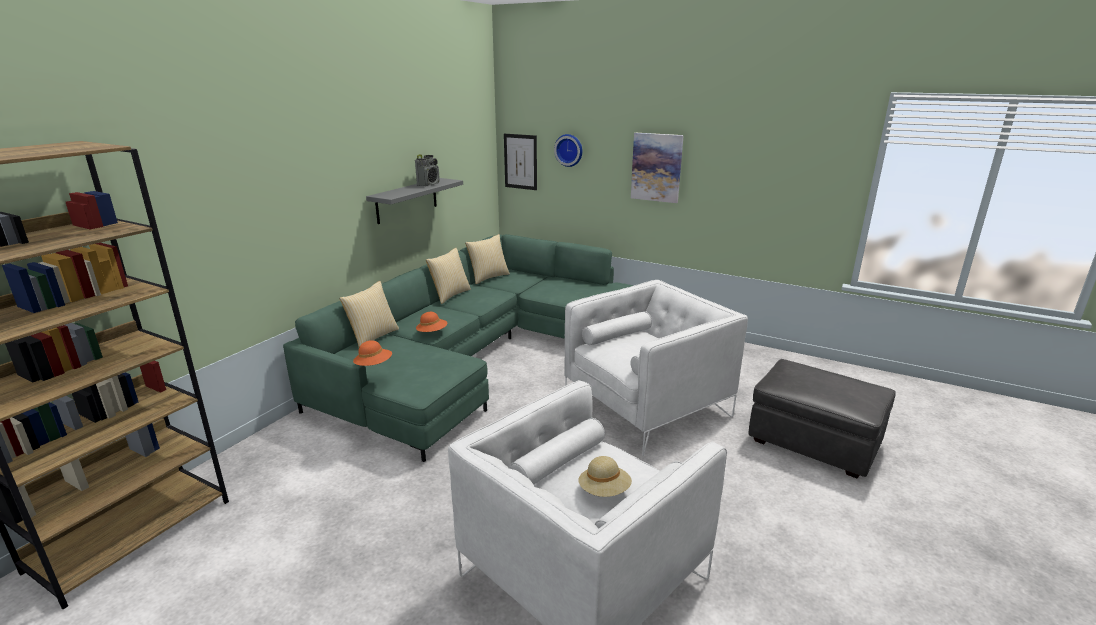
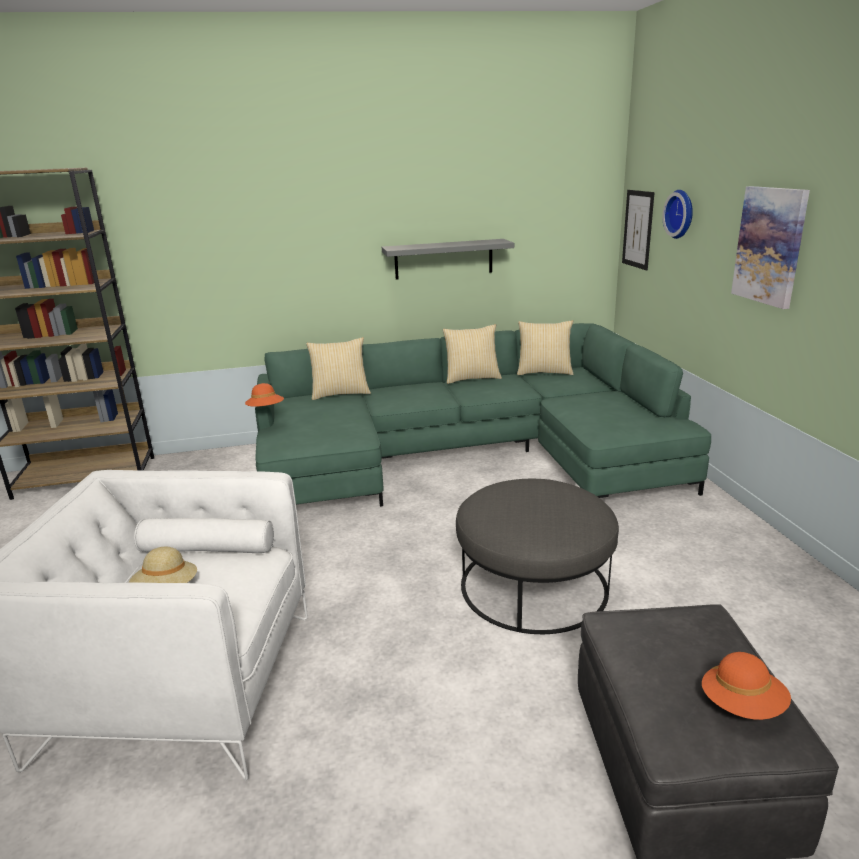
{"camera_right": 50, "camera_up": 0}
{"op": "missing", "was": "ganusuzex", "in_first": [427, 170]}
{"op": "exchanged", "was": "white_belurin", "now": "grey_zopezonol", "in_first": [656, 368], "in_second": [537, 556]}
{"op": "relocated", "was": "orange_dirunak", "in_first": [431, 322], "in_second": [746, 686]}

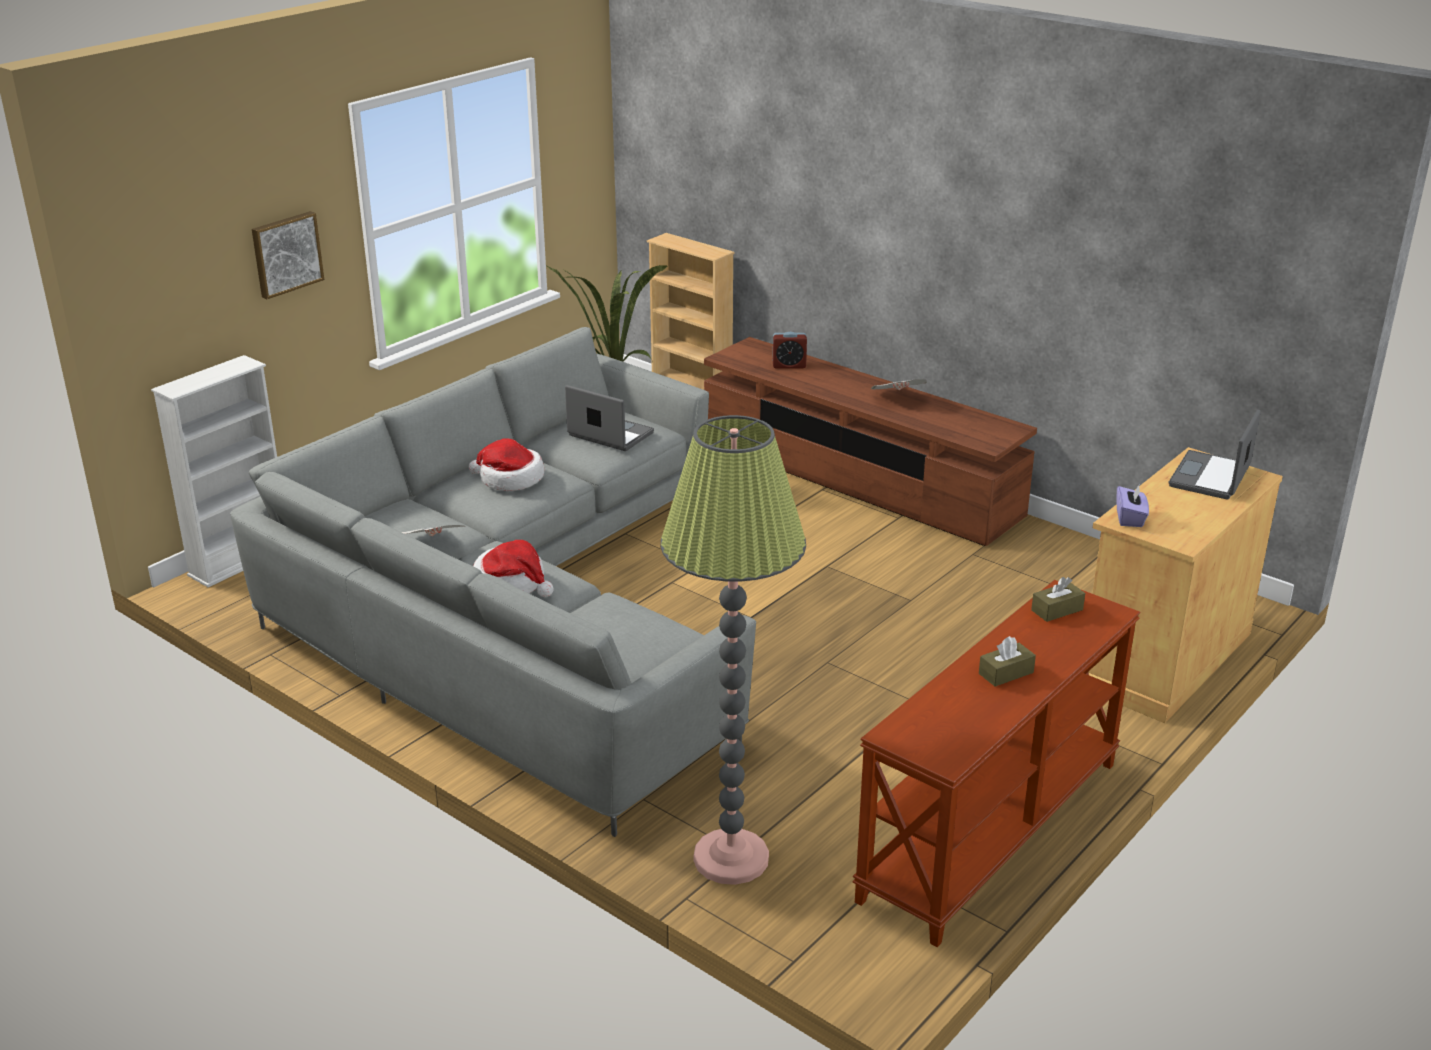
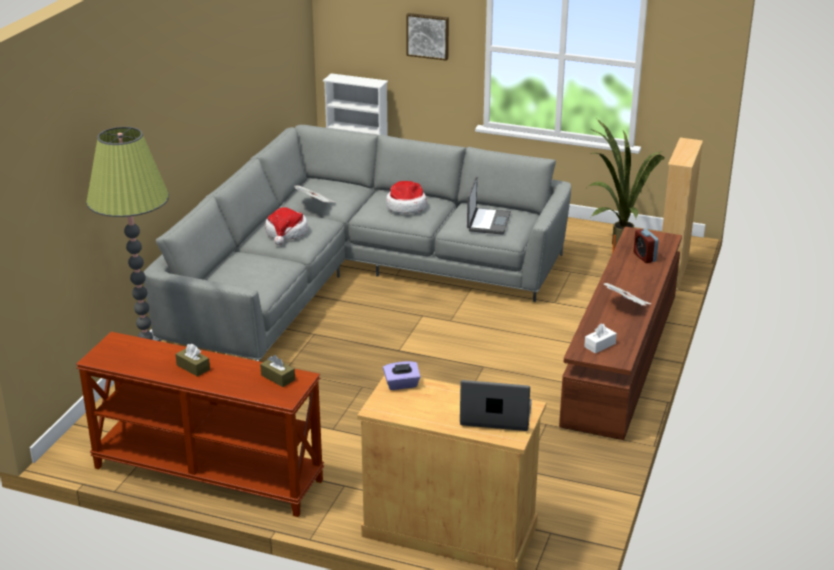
{"camera_right": 70, "camera_up": 0}
{"op": "appeared", "now": "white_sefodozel", "in_second": [600, 338]}

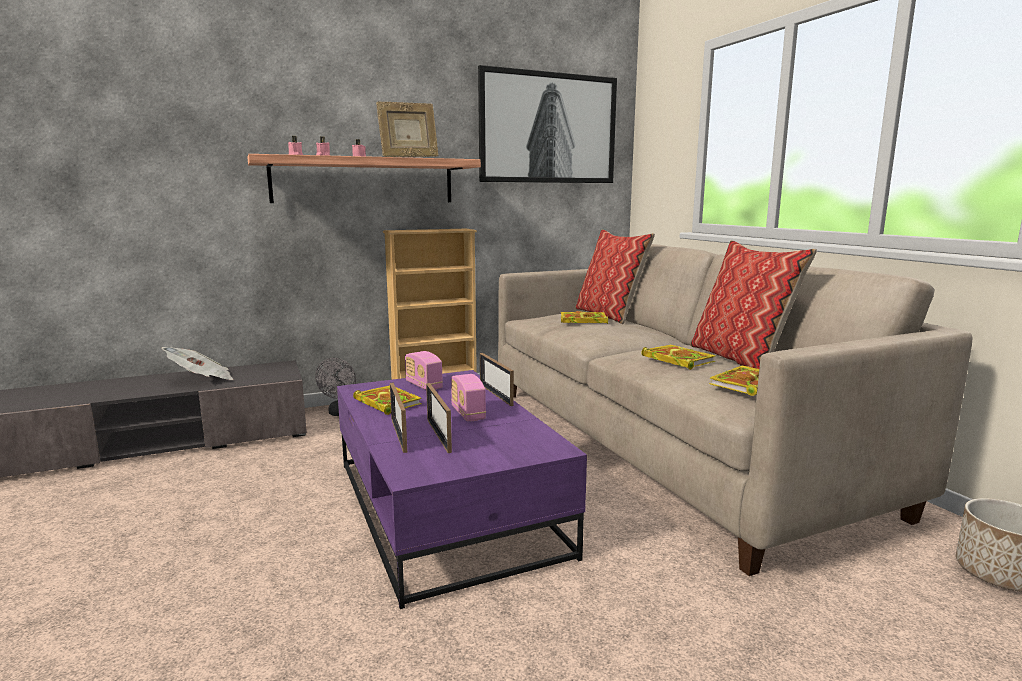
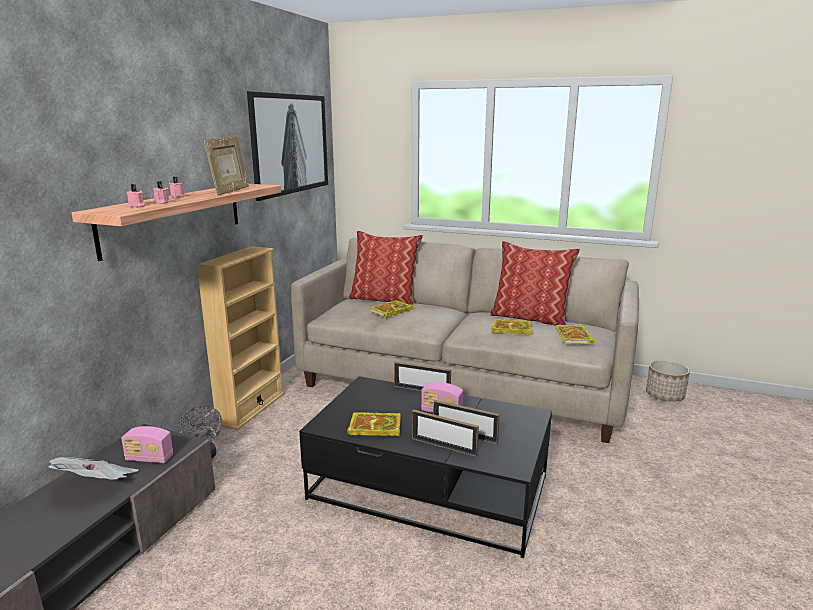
{"camera_right": -45, "camera_up": 5}
{"op": "relocated", "was": "ganusuzex", "in_first": [424, 370], "in_second": [147, 444]}
{"op": "colour", "was": "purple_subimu", "now": "black_subimu", "in_first": [462, 489], "in_second": [425, 467]}

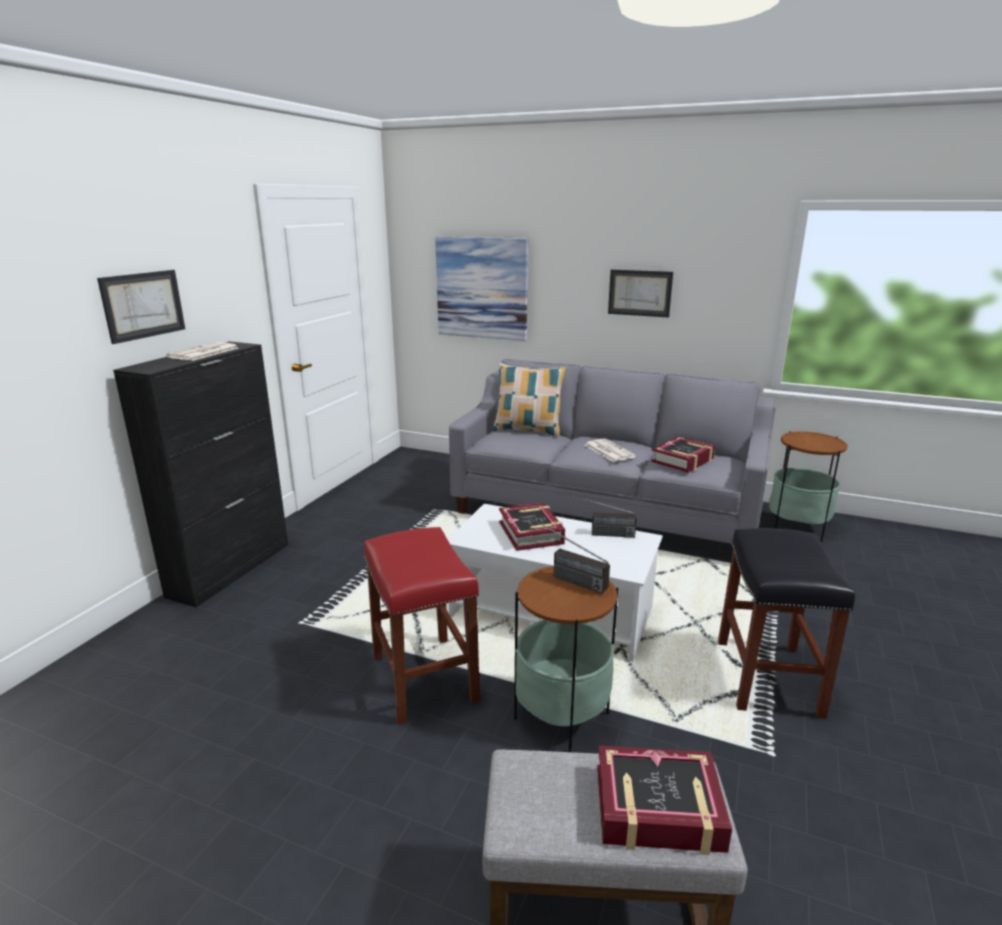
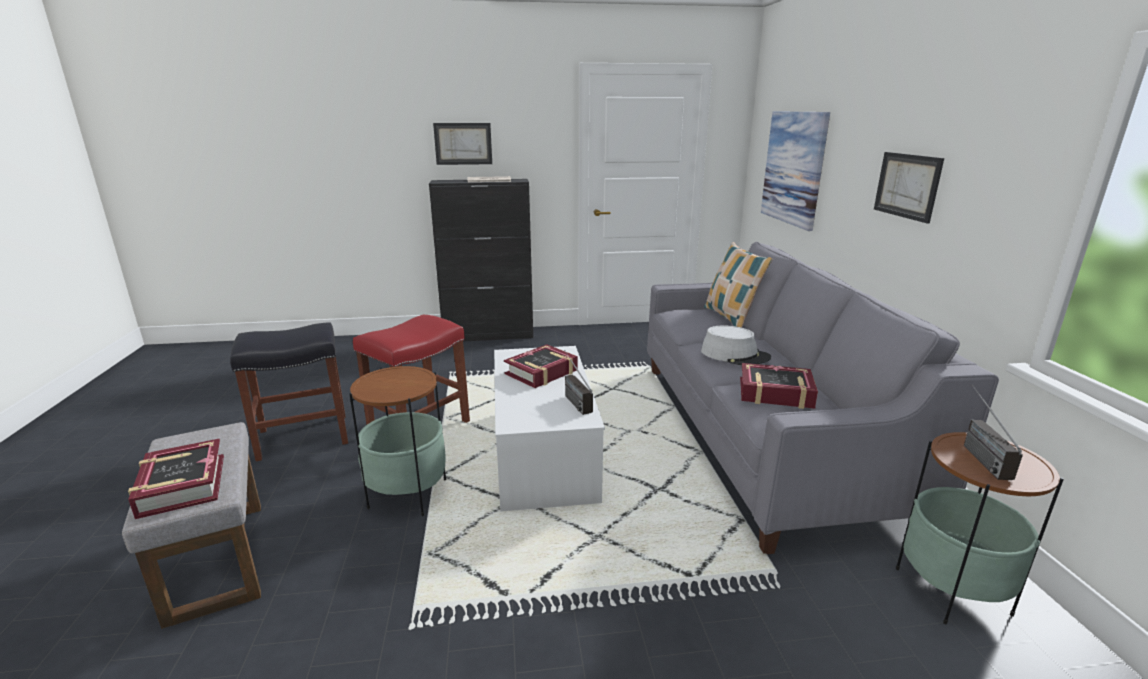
{"camera_right": 60, "camera_up": 0}
{"op": "exchanged", "was": "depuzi", "now": "grey_dirunak", "in_first": [610, 450], "in_second": [736, 345]}
{"op": "relocated", "was": "ganusuzex", "in_first": [572, 557], "in_second": [993, 432]}
{"op": "relocated", "was": "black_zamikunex", "in_first": [786, 623], "in_second": [289, 391]}

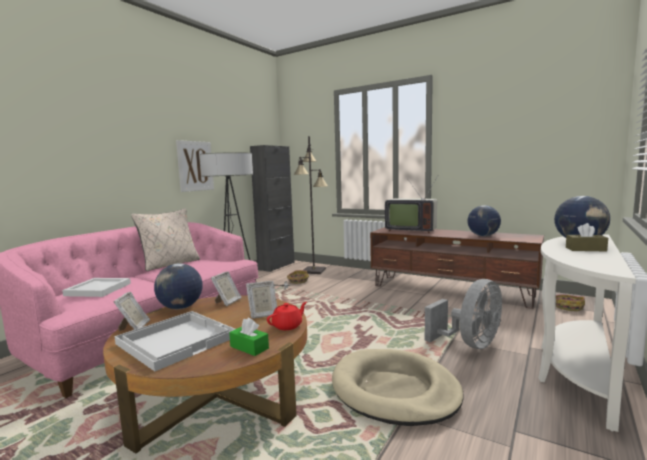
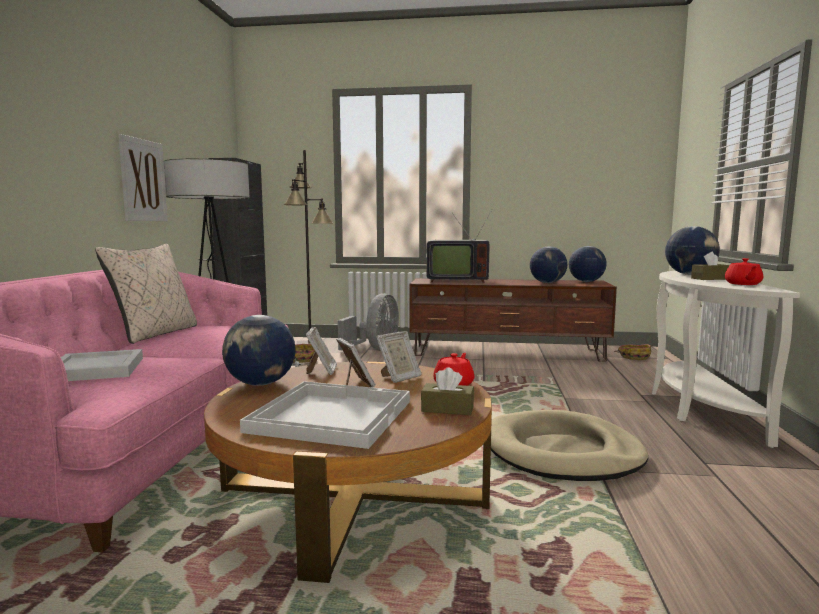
{"camera_right": -25, "camera_up": 0}
{"op": "relocated", "was": "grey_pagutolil", "in_first": [463, 314], "in_second": [368, 322]}
{"op": "relocated", "was": "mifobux", "in_first": [131, 311], "in_second": [356, 362]}
{"op": "colour", "was": "green_sefodozel", "now": "brown_sefodozel", "in_first": [249, 337], "in_second": [447, 391]}
{"op": "appeared", "now": "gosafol", "in_second": [588, 264]}
{"op": "appeared", "now": "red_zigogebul", "in_second": [744, 271]}

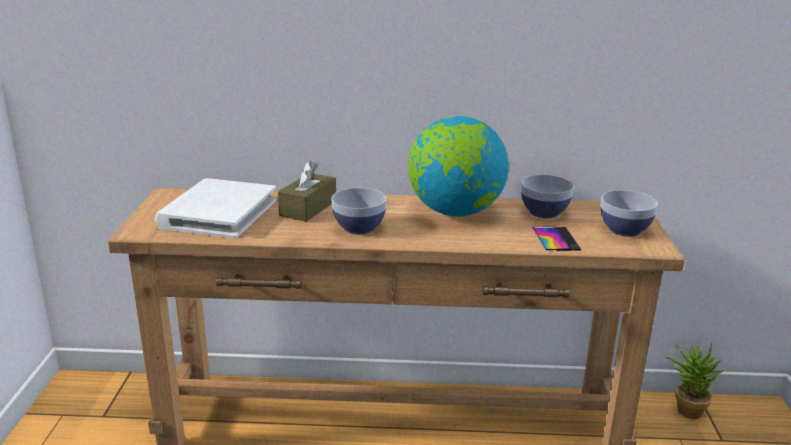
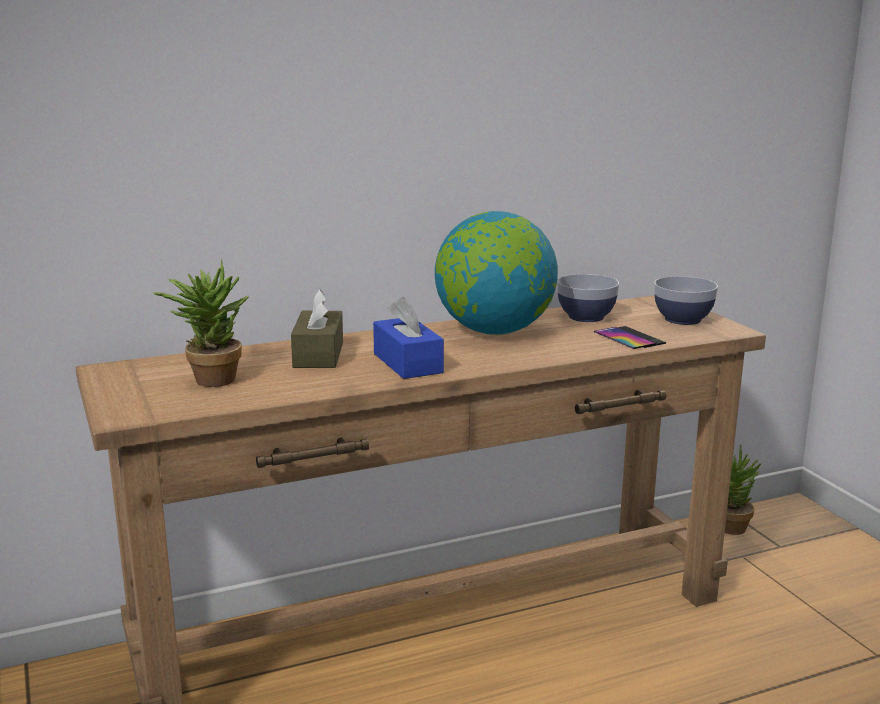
{"camera_right": -25, "camera_up": -5}
{"op": "exchanged", "was": "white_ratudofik", "now": "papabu", "in_first": [216, 208], "in_second": [201, 323]}
{"op": "exchanged", "was": "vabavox", "now": "blue_sefodozel", "in_first": [359, 211], "in_second": [408, 338]}

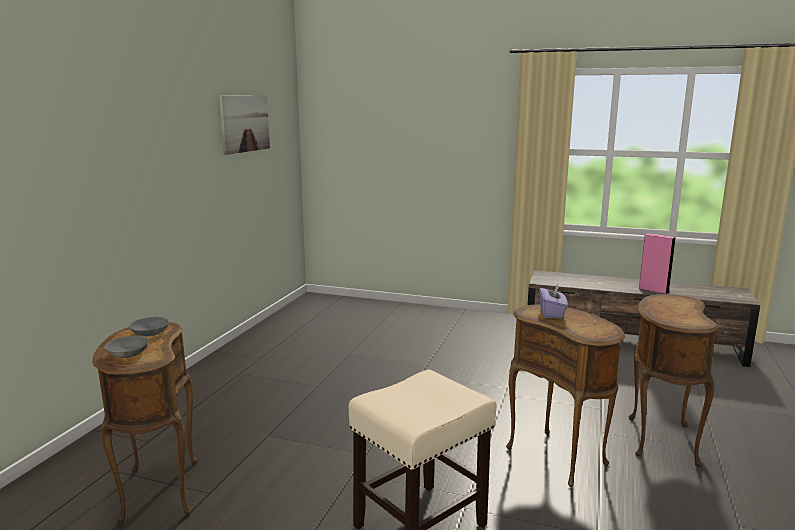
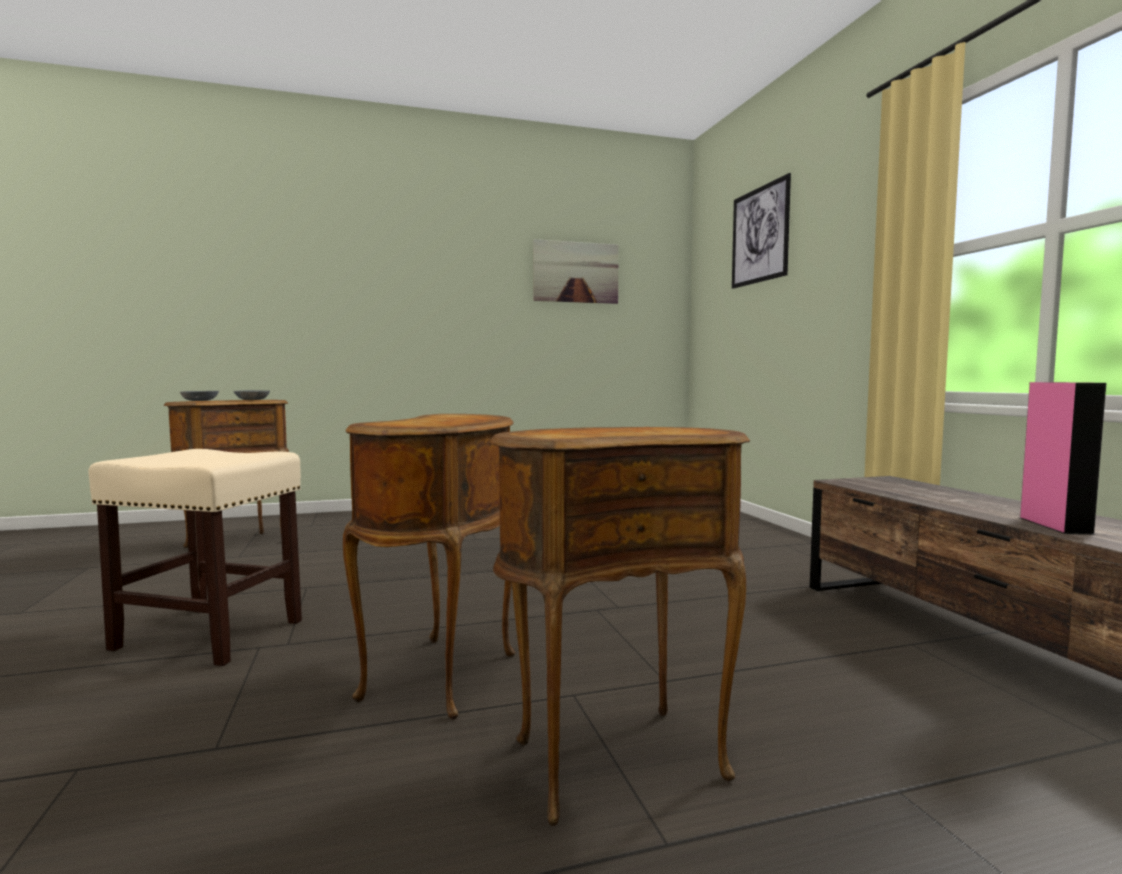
{"camera_right": 55, "camera_up": -10}
{"op": "missing", "was": "purple_sefodozel", "in_first": [554, 301]}
{"op": "appeared", "now": "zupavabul", "in_second": [761, 231]}

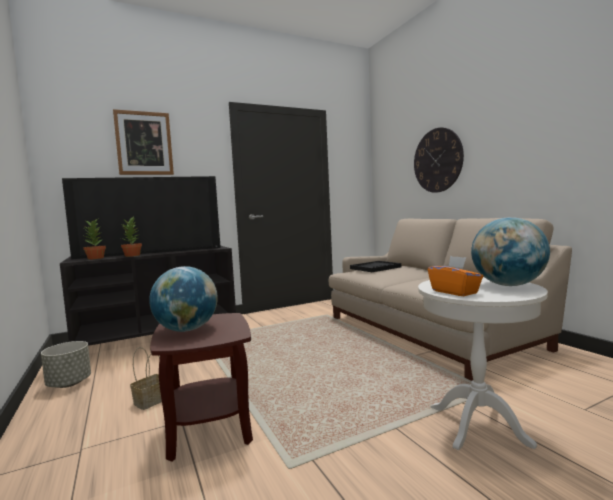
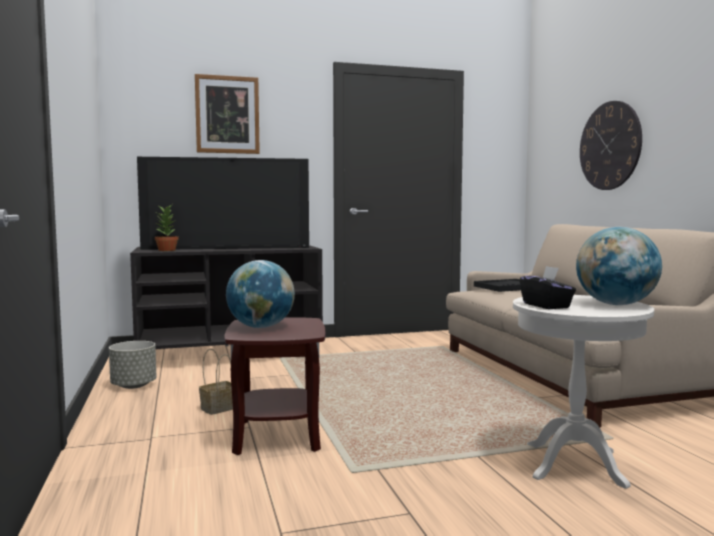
{"camera_right": 10, "camera_up": 0}
{"op": "missing", "was": "papabu", "in_first": [131, 237]}
{"op": "colour", "was": "orange_sefodozel", "now": "black_sefodozel", "in_first": [455, 276], "in_second": [548, 287]}

